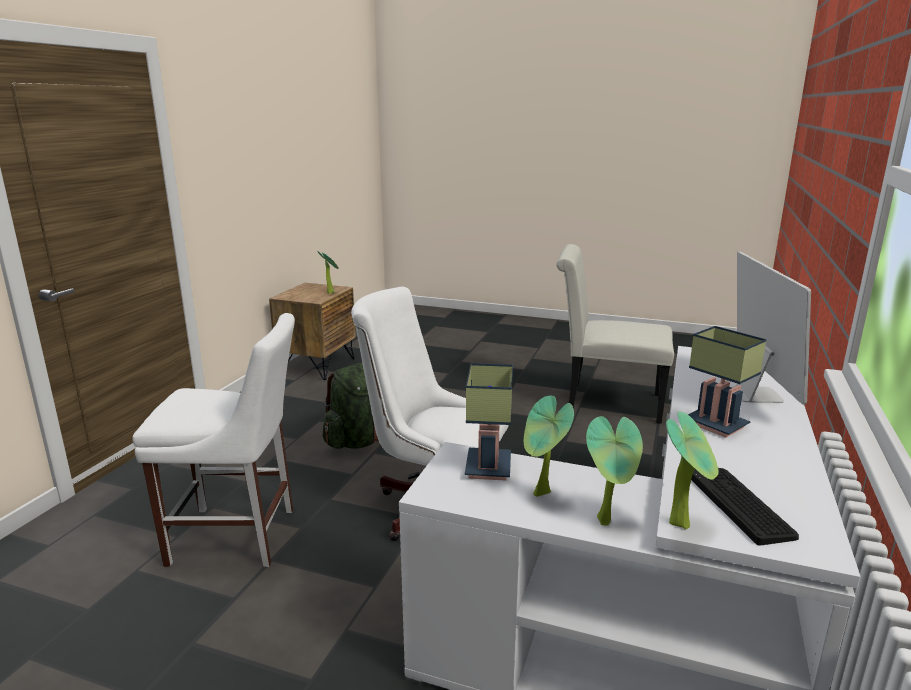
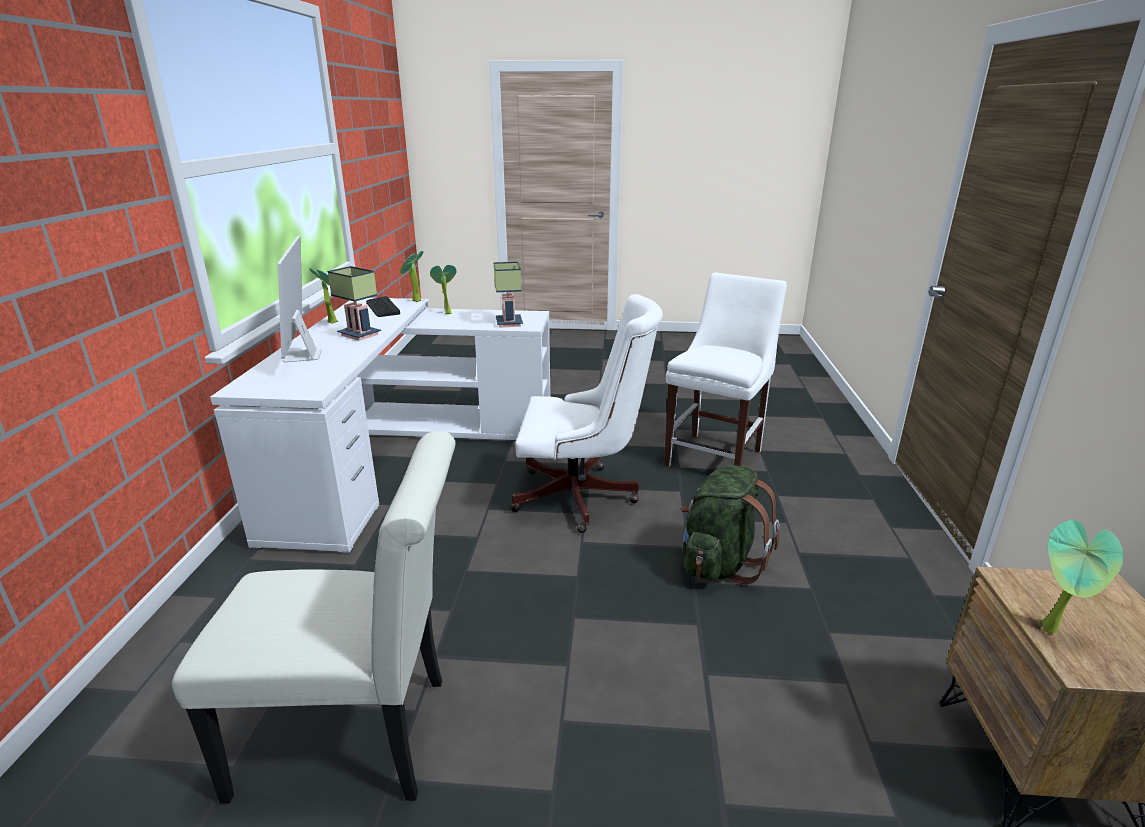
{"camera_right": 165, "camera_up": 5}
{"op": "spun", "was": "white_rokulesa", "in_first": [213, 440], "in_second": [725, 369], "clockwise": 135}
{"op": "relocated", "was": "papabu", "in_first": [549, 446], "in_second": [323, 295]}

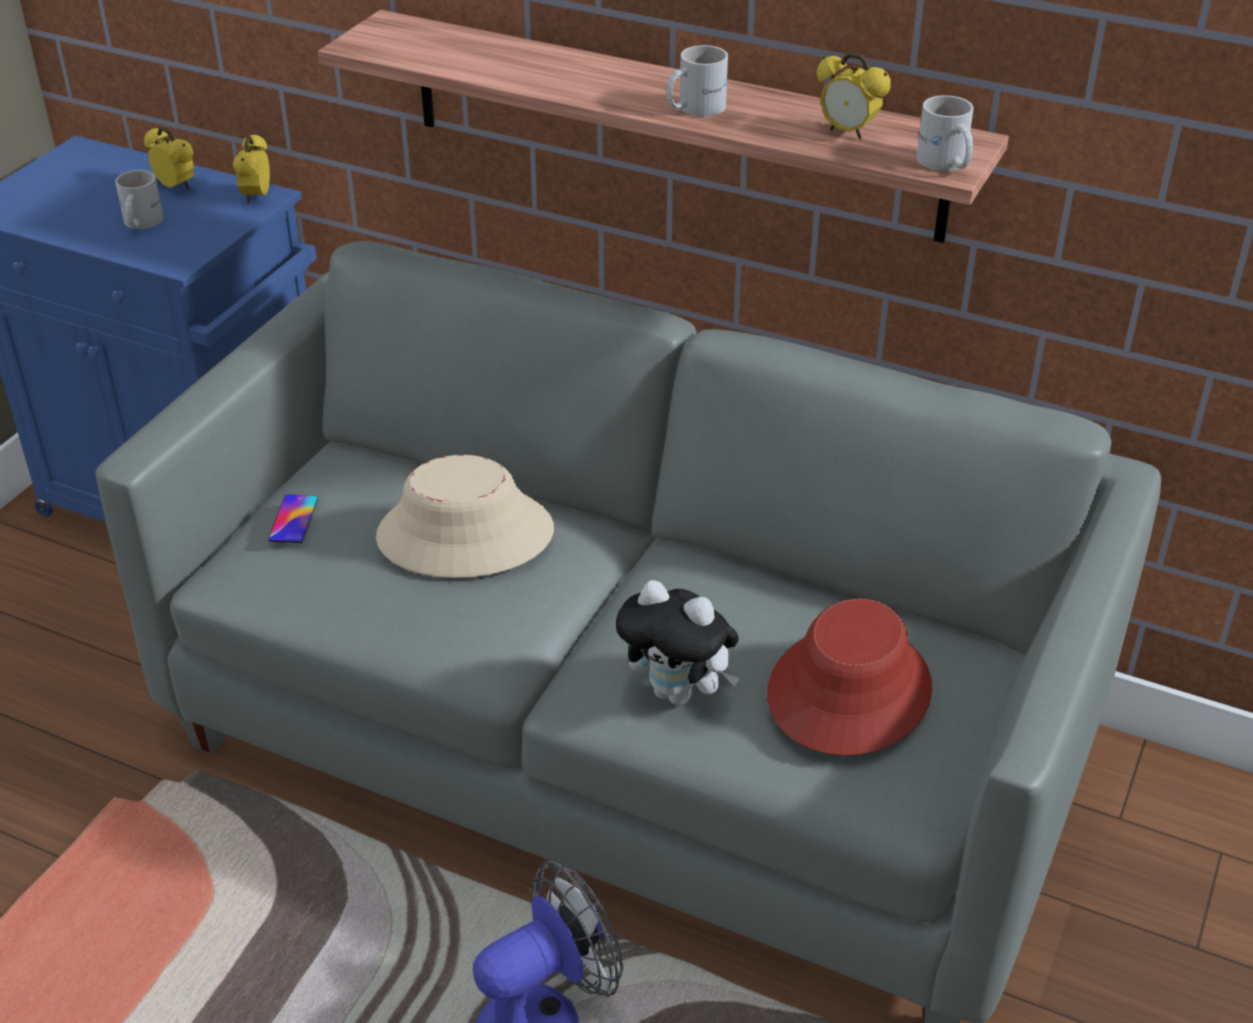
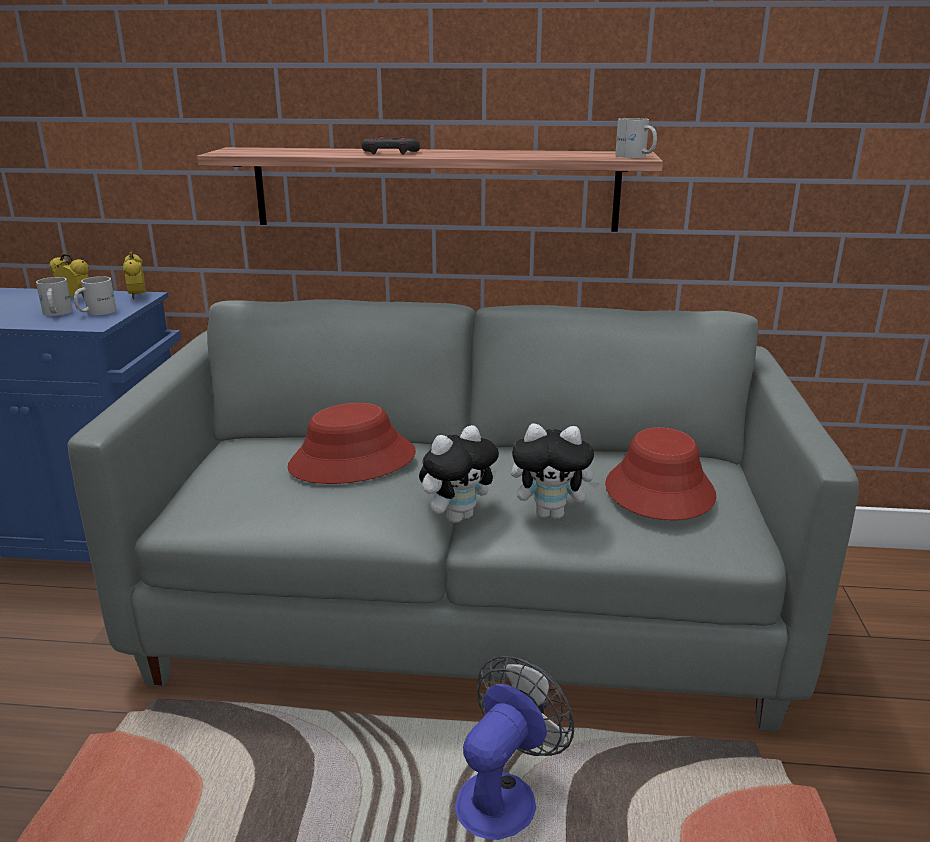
{"camera_right": -20, "camera_up": -15}
{"op": "relocated", "was": "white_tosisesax", "in_first": [697, 81], "in_second": [95, 295]}
{"op": "missing", "was": "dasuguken", "in_first": [854, 95]}
{"op": "colour", "was": "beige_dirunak", "now": "red_dirunak", "in_first": [465, 516], "in_second": [352, 443]}
{"op": "missing", "was": "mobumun", "in_first": [293, 518]}
{"op": "appeared", "now": "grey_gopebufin", "in_second": [391, 145]}
{"op": "appeared", "now": "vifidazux", "in_second": [459, 474]}

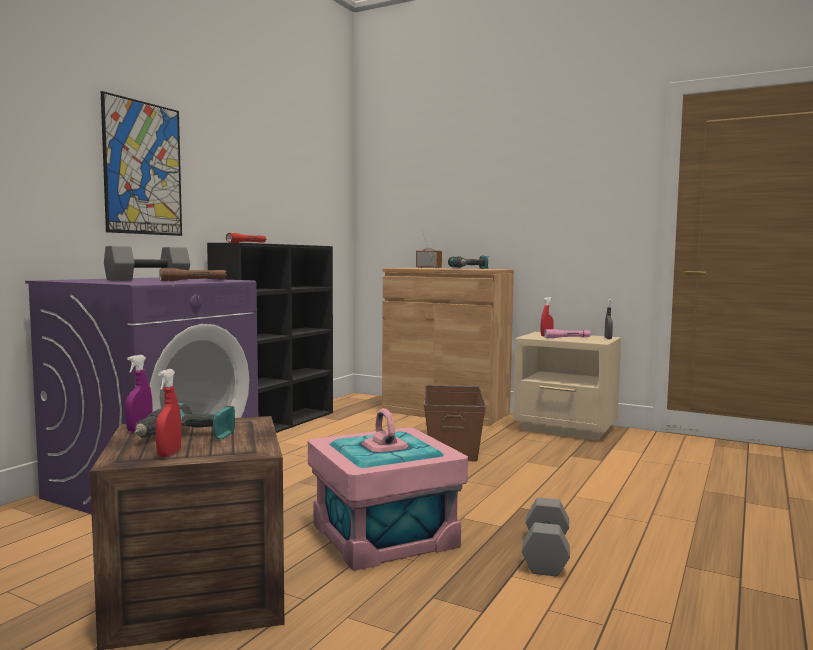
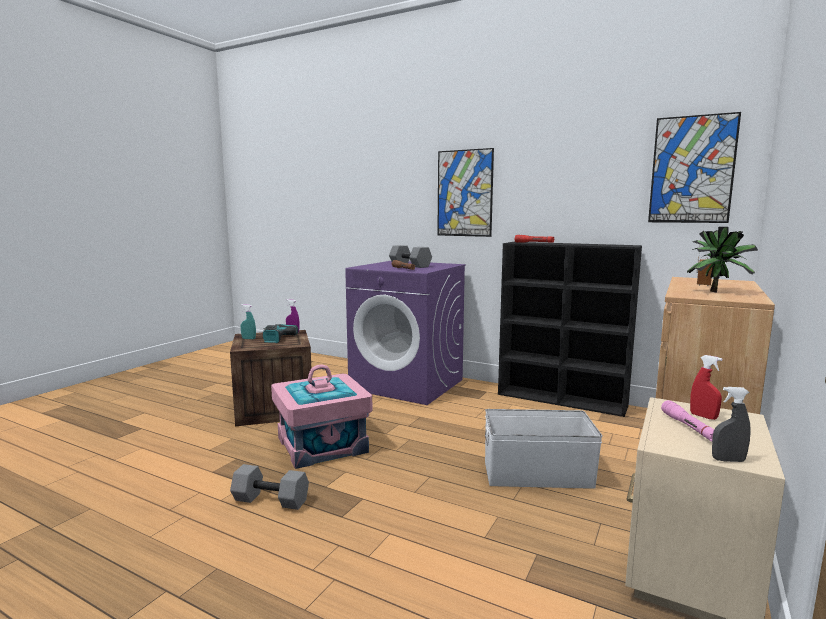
{"camera_right": 90, "camera_up": 5}
{"op": "exchanged", "was": "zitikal", "now": "papabu", "in_first": [468, 262], "in_second": [722, 260]}
{"op": "colour", "was": "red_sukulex", "now": "turquoise_sukulex", "in_first": [169, 413], "in_second": [248, 321]}
{"op": "colour", "was": "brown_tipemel", "now": "white_tipemel", "in_first": [454, 423], "in_second": [544, 449]}
{"op": "appeared", "now": "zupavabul", "in_second": [694, 167]}

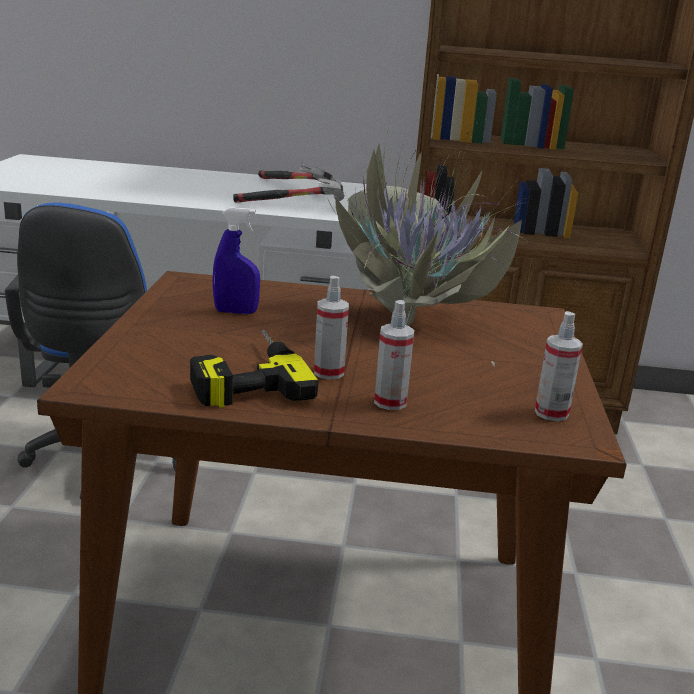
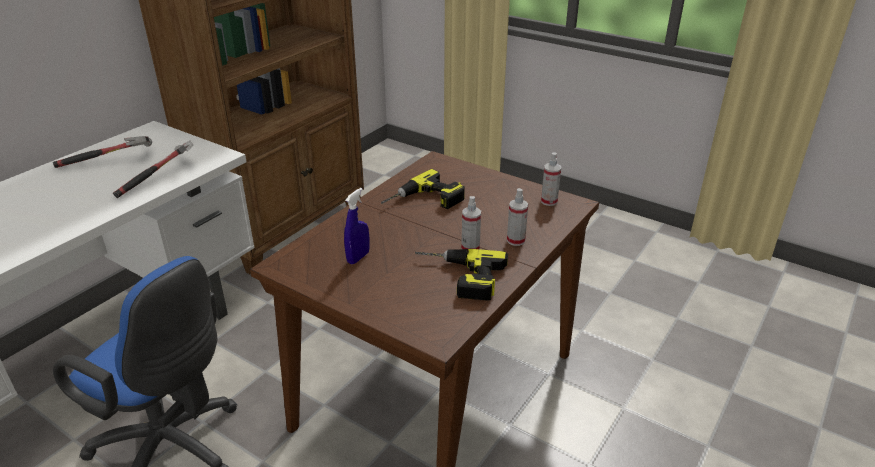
{"camera_right": -60, "camera_up": 10}
{"op": "exchanged", "was": "papabu", "now": "zitikal", "in_first": [430, 239], "in_second": [423, 189]}

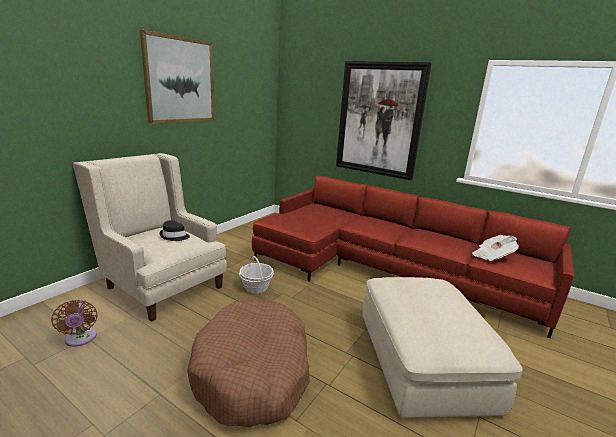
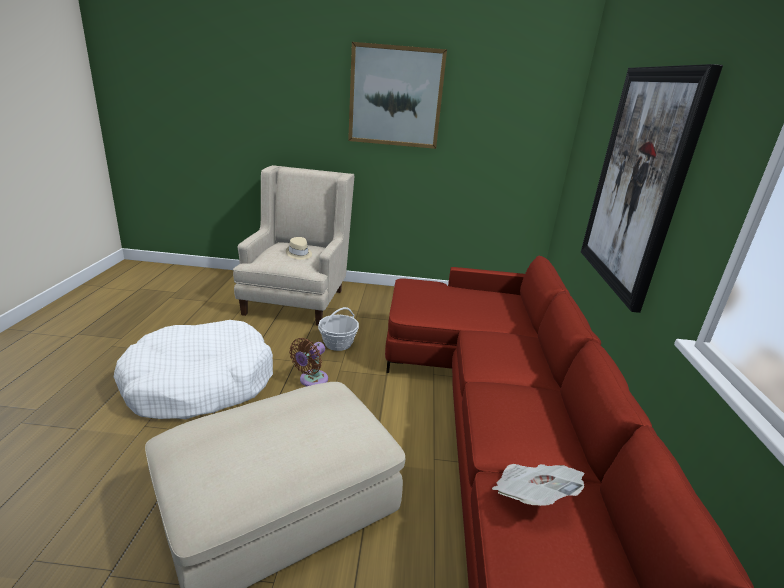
{"camera_right": 60, "camera_up": 5}
{"op": "colour", "was": "black_dirunak", "now": "beige_dirunak", "in_first": [174, 230], "in_second": [299, 248]}
{"op": "relocated", "was": "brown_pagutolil", "in_first": [74, 323], "in_second": [308, 362]}
{"op": "colour", "was": "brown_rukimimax", "now": "white_rukimimax", "in_first": [248, 363], "in_second": [193, 369]}

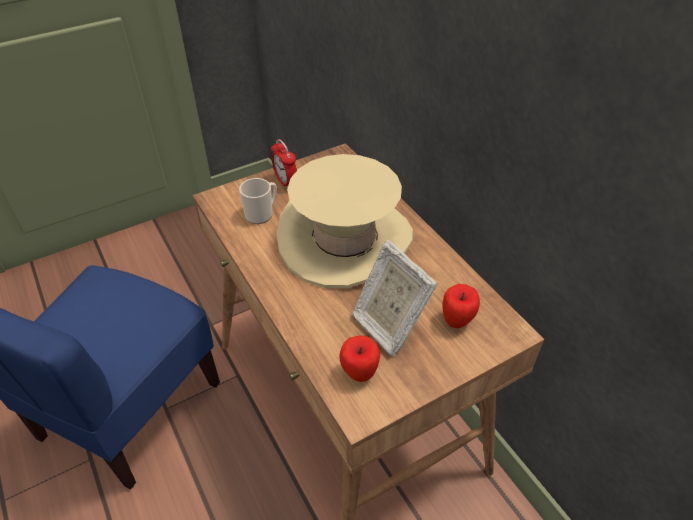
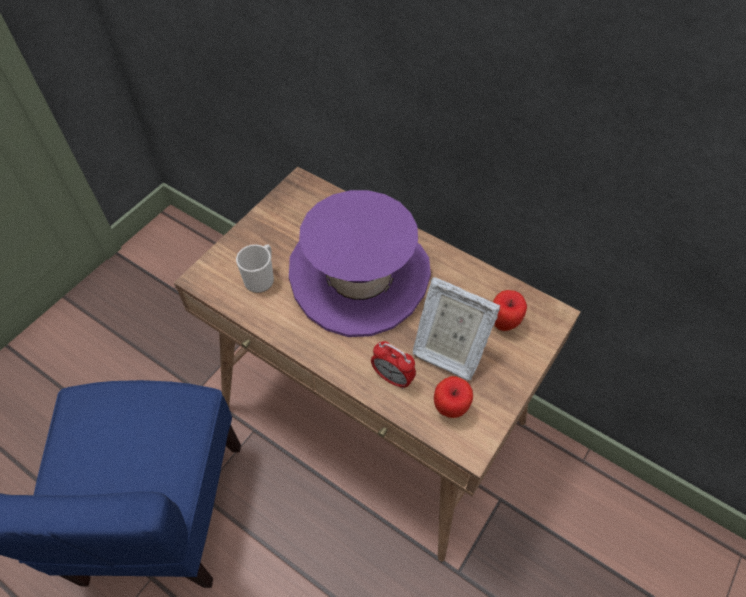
{"camera_right": -25, "camera_up": 10}
{"op": "relocated", "was": "dasuguken", "in_first": [284, 163], "in_second": [393, 365]}
{"op": "colour", "was": "beige_dirunak", "now": "purple_dirunak", "in_first": [344, 221], "in_second": [360, 263]}

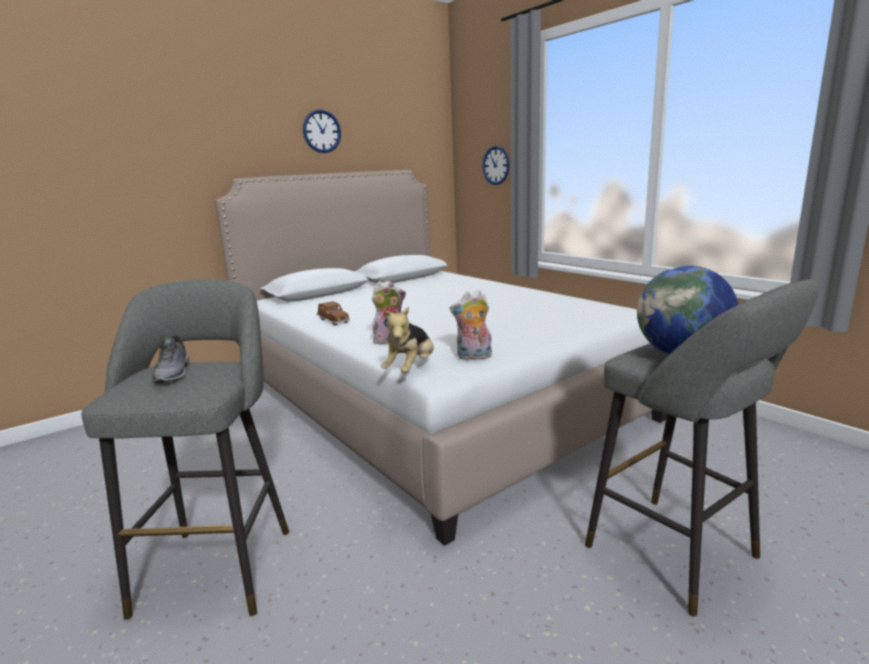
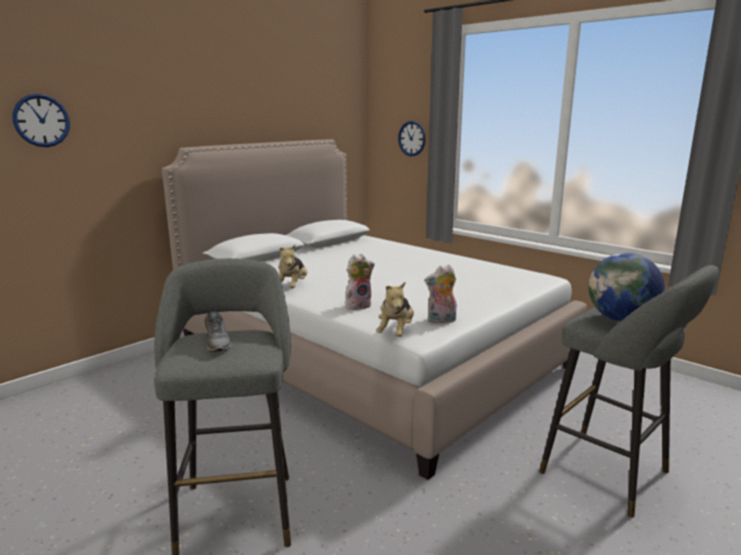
{"camera_right": -10, "camera_up": 0}
{"op": "relocated", "was": "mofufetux", "in_first": [322, 131], "in_second": [41, 120]}
{"op": "exchanged", "was": "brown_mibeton", "now": "vifidazux", "in_first": [333, 313], "in_second": [293, 266]}

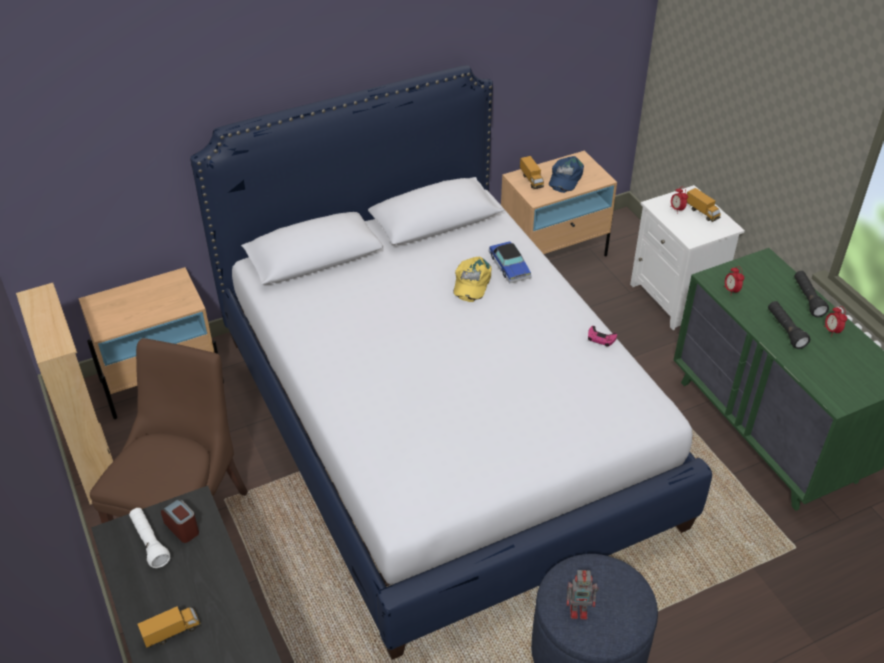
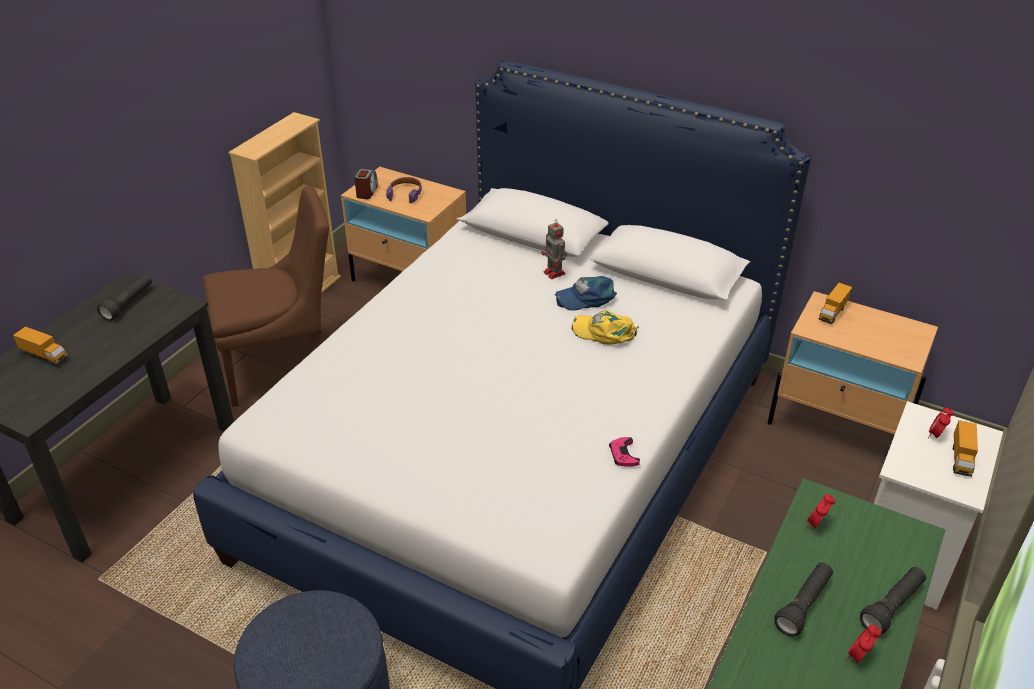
{"camera_right": 55, "camera_up": -5}
{"op": "relocated", "was": "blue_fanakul", "in_first": [566, 174], "in_second": [586, 293]}
{"op": "missing", "was": "mibeton", "in_first": [510, 262]}
{"op": "spun", "was": "yellow_fanakul", "in_first": [472, 279], "in_second": [605, 327], "clockwise": 45}
{"op": "relocated", "was": "dasuguken", "in_first": [180, 521], "in_second": [366, 184]}
{"op": "colour", "was": "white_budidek", "now": "black_budidek", "in_first": [149, 538], "in_second": [124, 297]}
{"op": "relocated", "was": "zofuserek", "in_first": [583, 594], "in_second": [554, 249]}
{"op": "appeared", "now": "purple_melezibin", "in_second": [404, 190]}

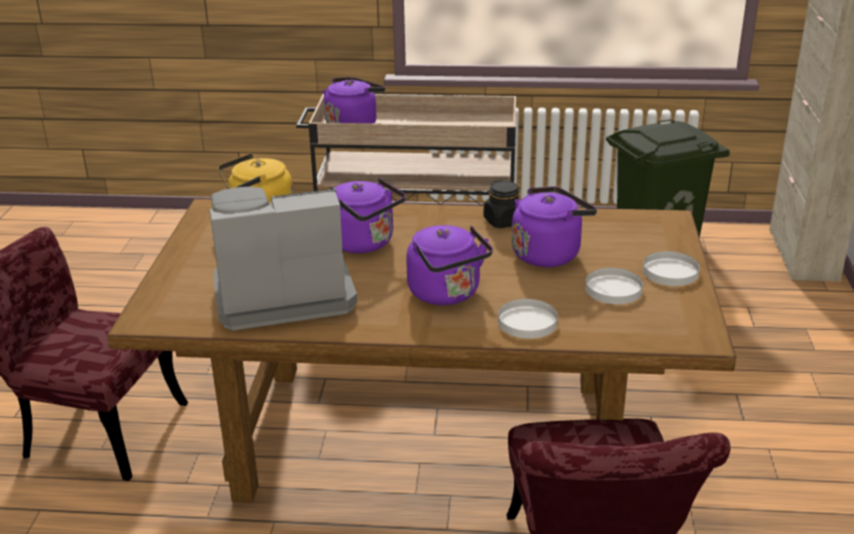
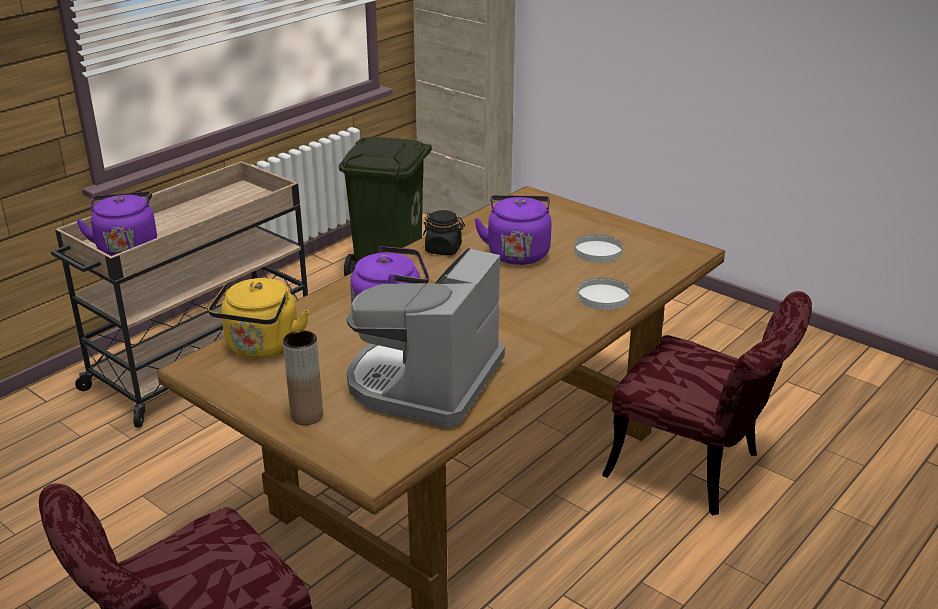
{"camera_right": -55, "camera_up": 0}
{"op": "missing", "was": "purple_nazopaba", "in_first": [449, 265]}
{"op": "missing", "was": "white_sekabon", "in_first": [671, 268]}
{"op": "appeared", "now": "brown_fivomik", "in_second": [303, 377]}

